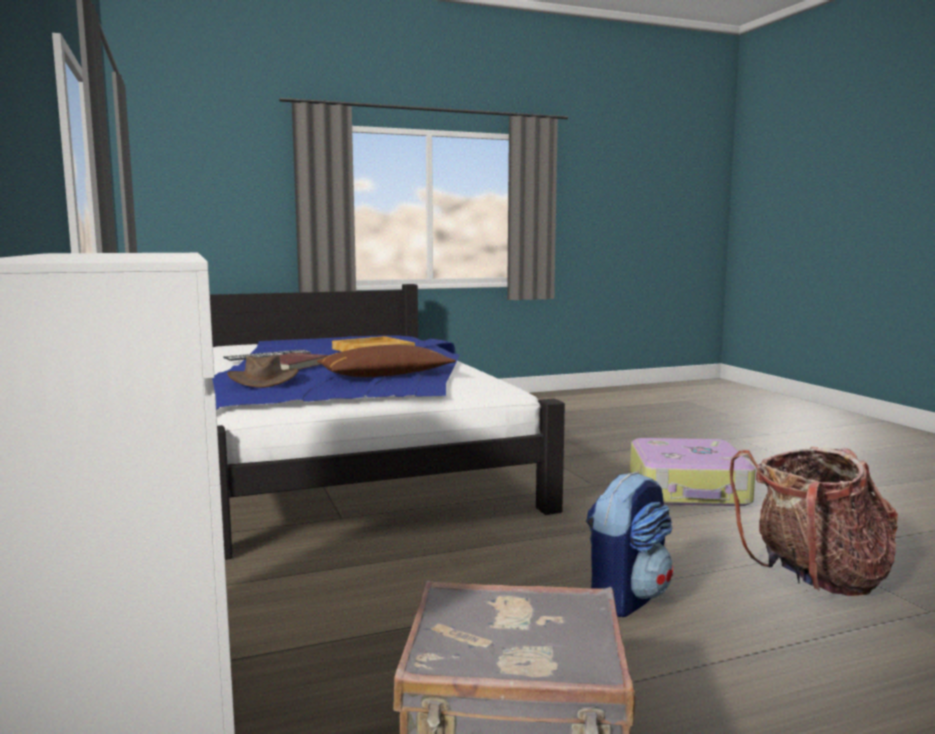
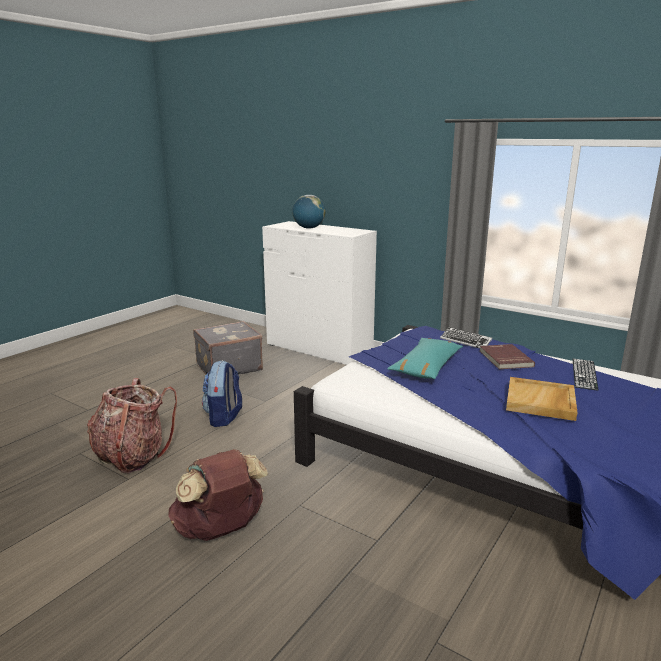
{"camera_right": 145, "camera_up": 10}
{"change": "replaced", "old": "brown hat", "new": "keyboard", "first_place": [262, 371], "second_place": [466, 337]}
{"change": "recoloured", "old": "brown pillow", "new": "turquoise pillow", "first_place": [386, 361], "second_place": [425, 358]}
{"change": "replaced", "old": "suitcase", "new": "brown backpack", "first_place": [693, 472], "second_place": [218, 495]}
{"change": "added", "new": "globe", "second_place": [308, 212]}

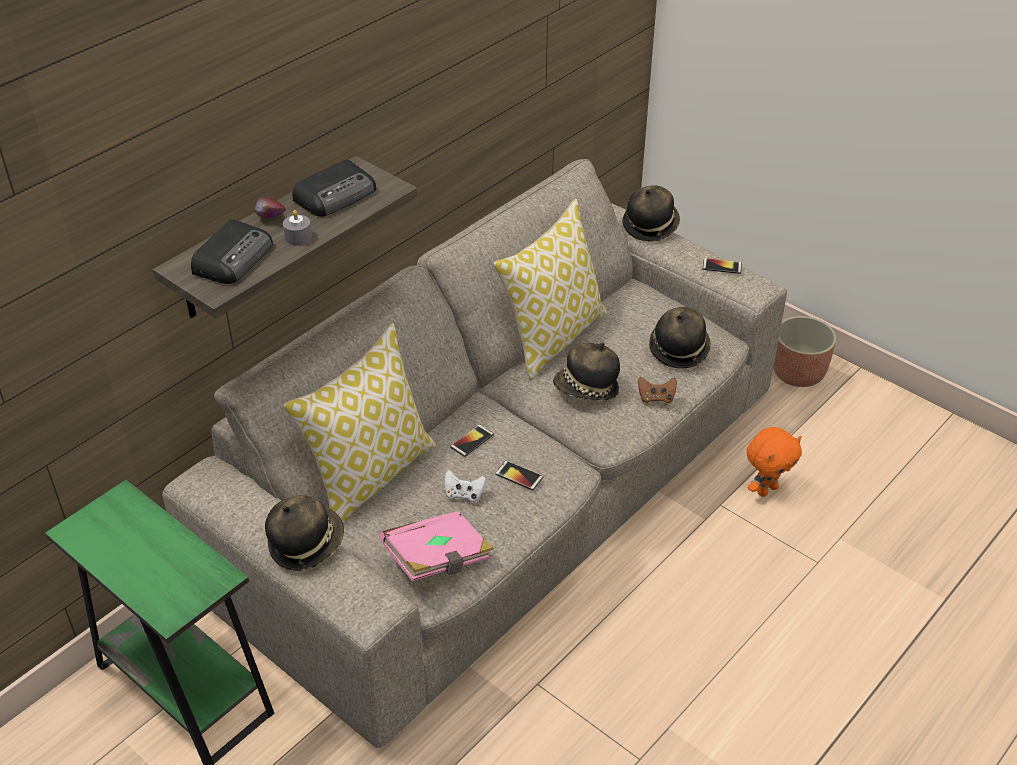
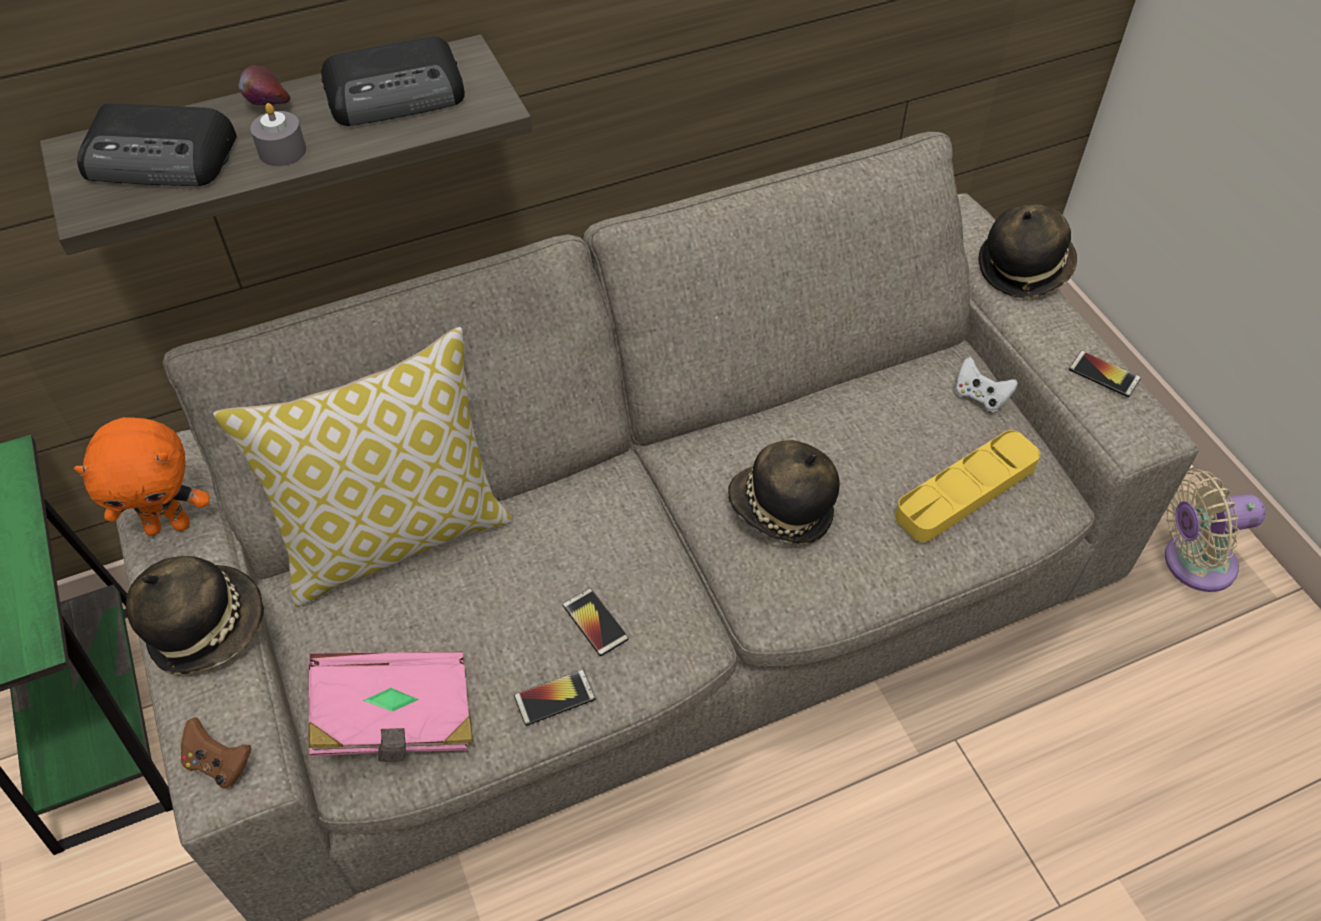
{"camera_right": 25, "camera_up": 10}
{"change": "turned", "old": "radio", "first_place": [232, 251], "second_place": [157, 144], "degrees": 45}
{"change": "moved", "old": "white game controller", "first_place": [465, 486], "second_place": [986, 384]}
{"change": "moved", "old": "phone", "first_place": [472, 440], "second_place": [554, 697]}
{"change": "removed", "old": "pillow", "first_place": [550, 289]}
{"change": "moved", "old": "brown game controller", "first_place": [657, 390], "second_place": [216, 753]}
{"change": "replaced", "old": "hat", "new": "yellow tray", "first_place": [680, 338], "second_place": [967, 486]}
{"change": "moved", "old": "orange plush toy", "first_place": [774, 462], "second_place": [142, 476]}
{"change": "replaced", "old": "planter", "new": "beige fan", "first_place": [804, 351], "second_place": [1215, 530]}

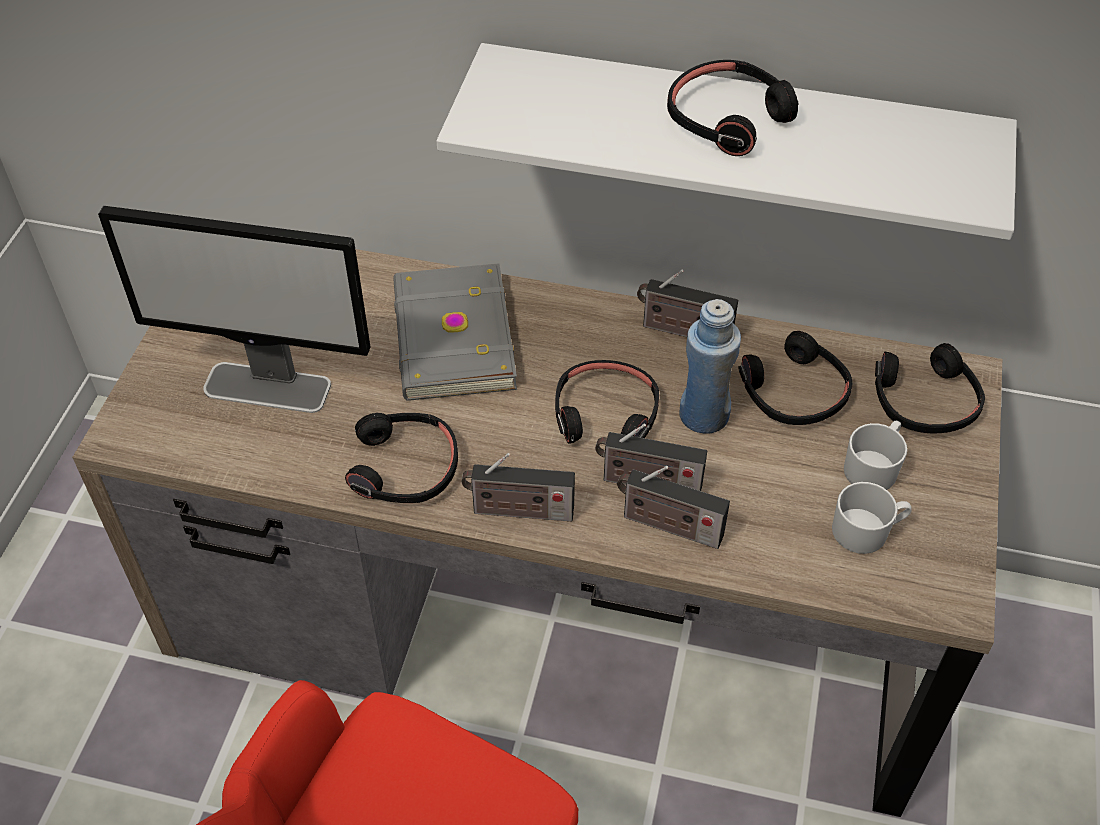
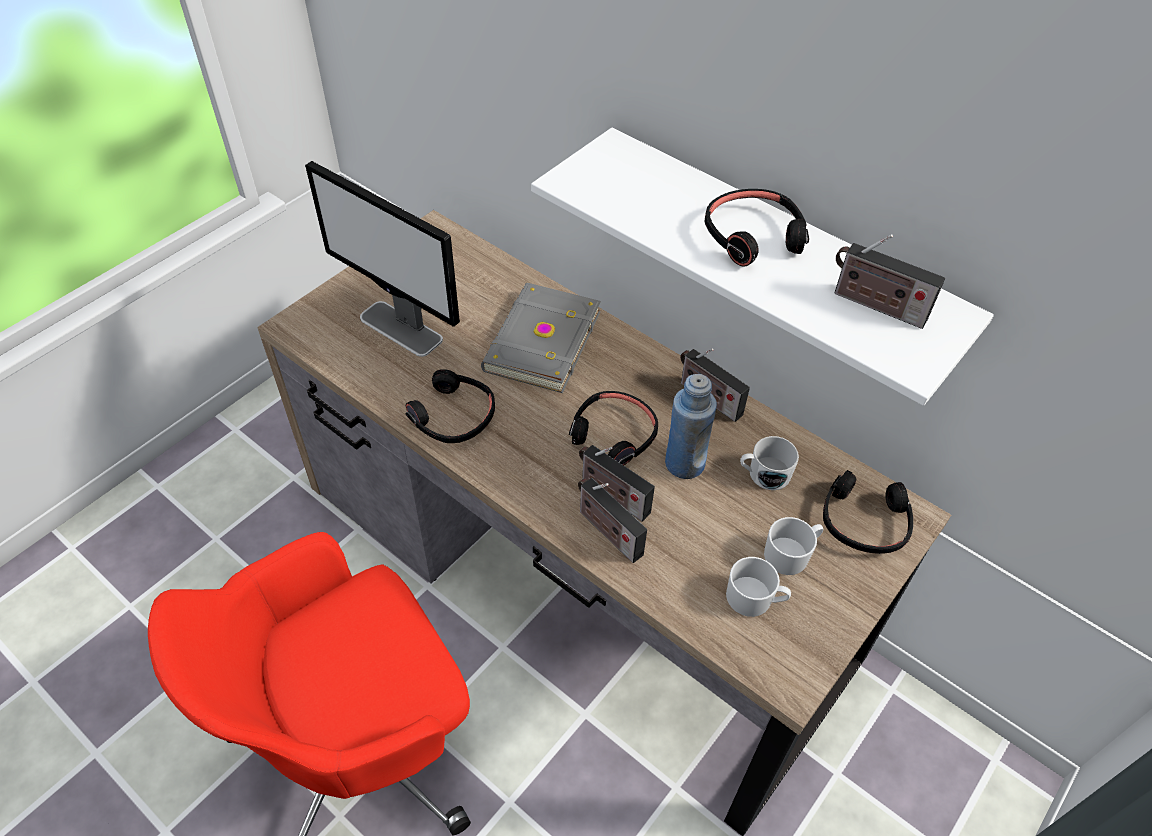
{"camera_right": 25, "camera_up": 0}
{"change": "moved", "old": "radio", "first_place": [518, 487], "second_place": [890, 281]}
{"change": "replaced", "old": "black headphones", "new": "white mug", "first_place": [796, 378], "second_place": [769, 463]}

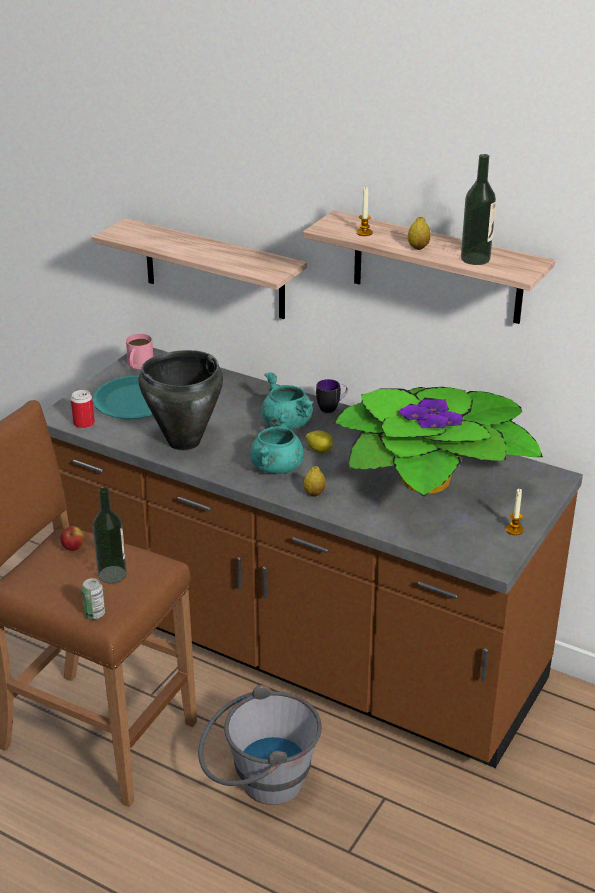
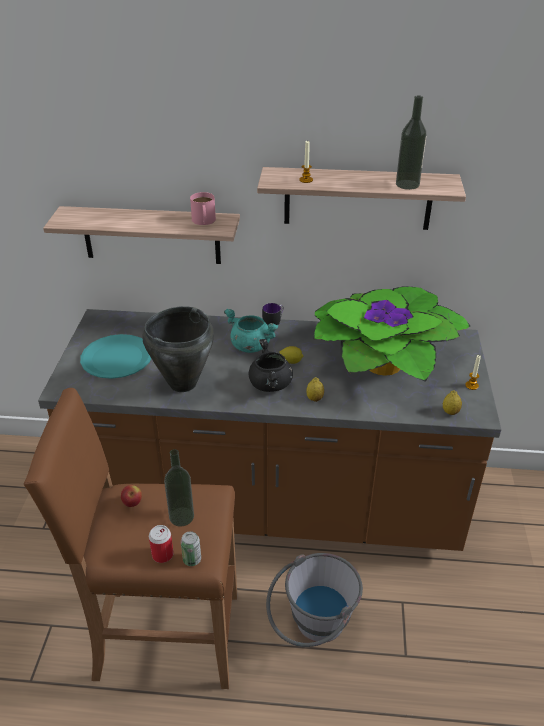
{"camera_right": -25, "camera_up": 5}
{"change": "moved", "old": "can", "first_place": [83, 409], "second_place": [161, 544]}
{"change": "moved", "old": "pink mug", "first_place": [139, 351], "second_place": [203, 208]}
{"change": "recoloured", "old": "turquoise cooking pot", "new": "black cooking pot", "first_place": [277, 442], "second_place": [271, 365]}
{"change": "moved", "old": "lemon", "first_place": [419, 233], "second_place": [452, 402]}

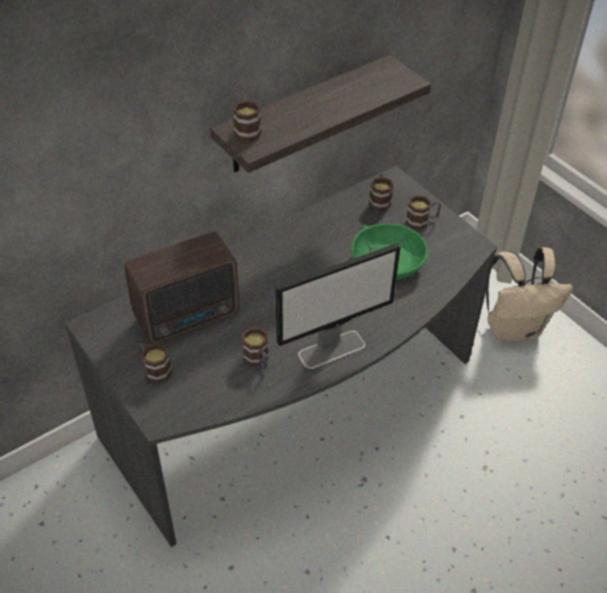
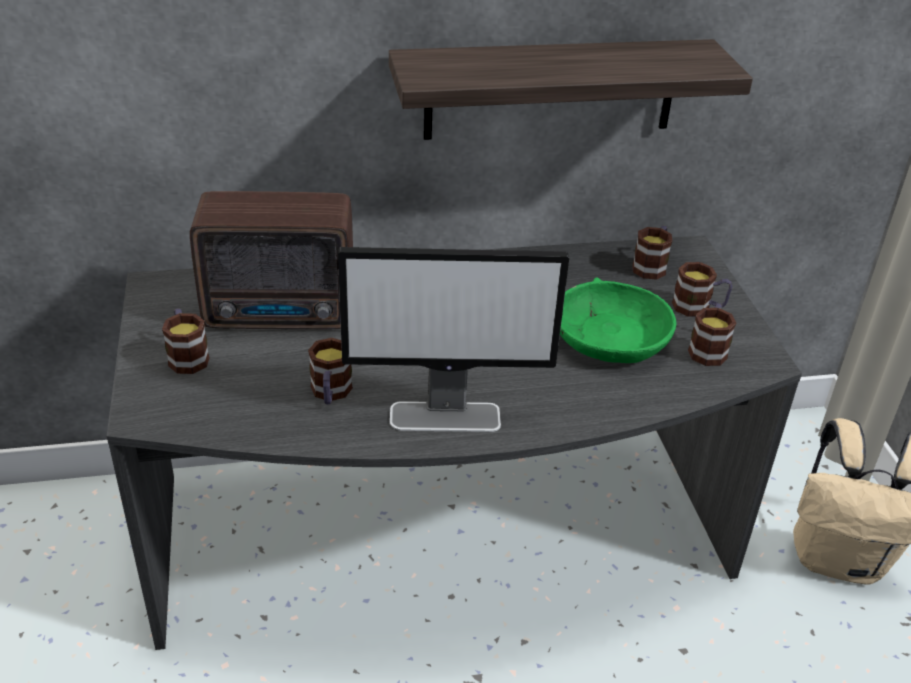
{"camera_right": 25, "camera_up": -10}
{"change": "moved", "old": "mug", "first_place": [247, 119], "second_place": [712, 334]}

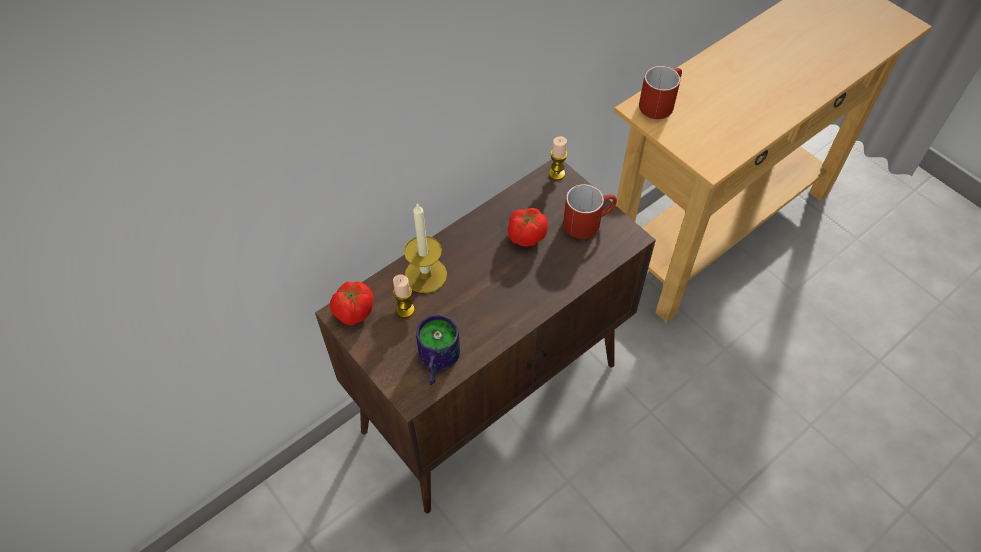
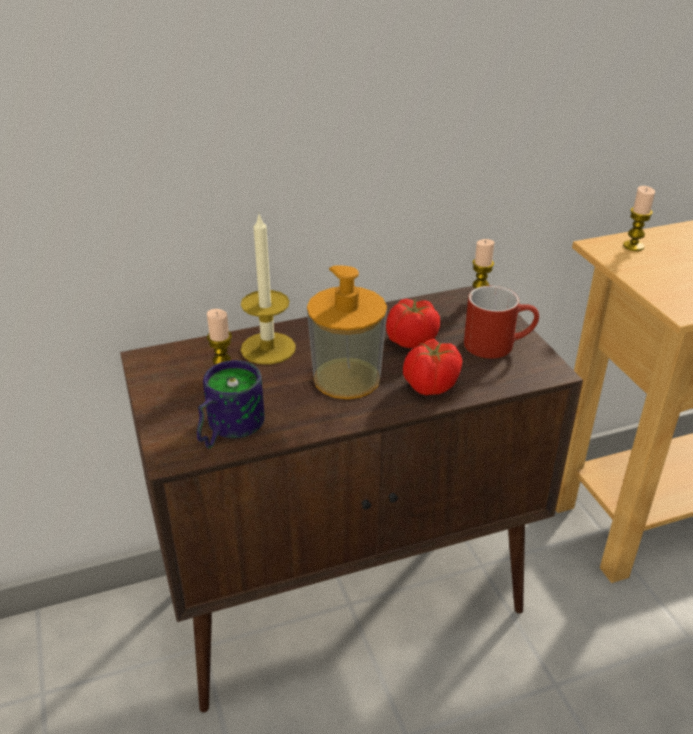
{"camera_right": 20, "camera_up": -20}
{"change": "moved", "old": "tomato", "first_place": [351, 303], "second_place": [432, 367]}
{"change": "replaced", "old": "red mug", "new": "candle", "first_place": [660, 92], "second_place": [639, 218]}
{"change": "added", "new": "soap dispenser", "second_place": [347, 332]}

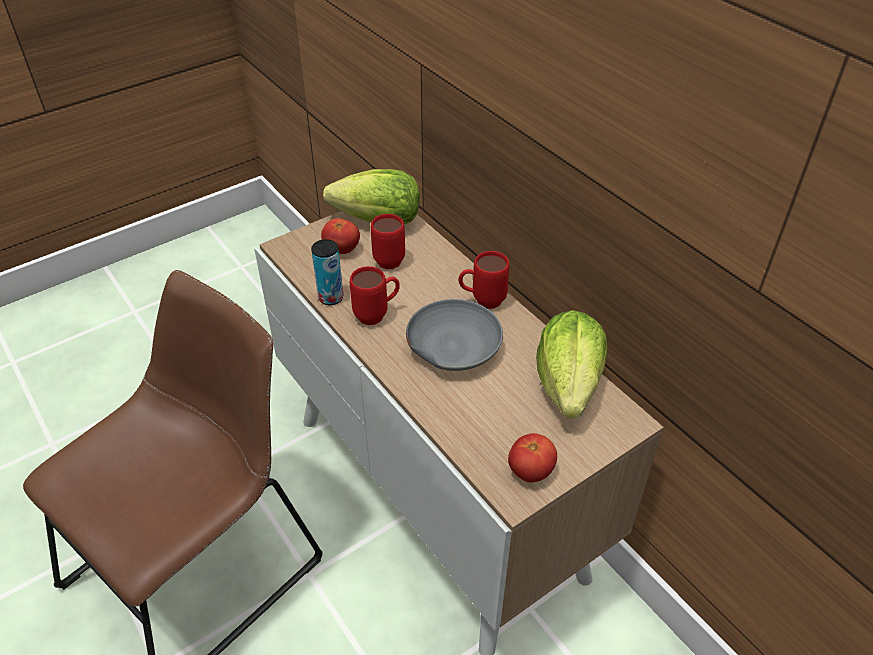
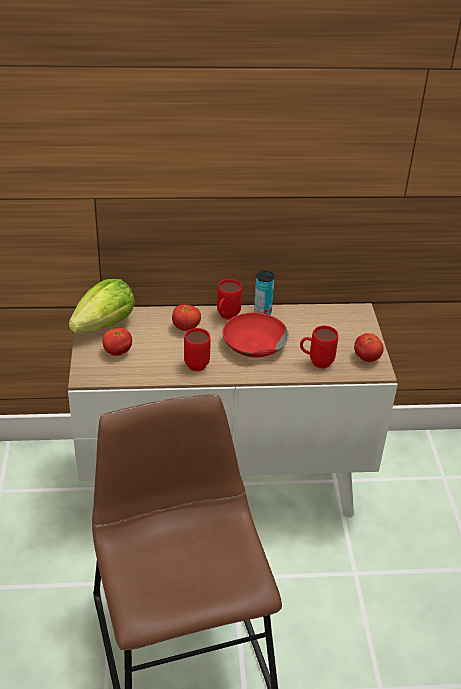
{"camera_right": -60, "camera_up": -5}
{"change": "moved", "old": "can", "first_place": [327, 272], "second_place": [264, 293]}
{"change": "moved", "old": "red mug", "first_place": [388, 241], "second_place": [319, 347]}
{"change": "recoloured", "old": "grey bowl", "new": "red bowl", "first_place": [454, 335], "second_place": [255, 334]}
{"change": "removed", "old": "lettuce", "first_place": [571, 364]}
{"change": "added", "new": "tomato", "second_place": [186, 317]}

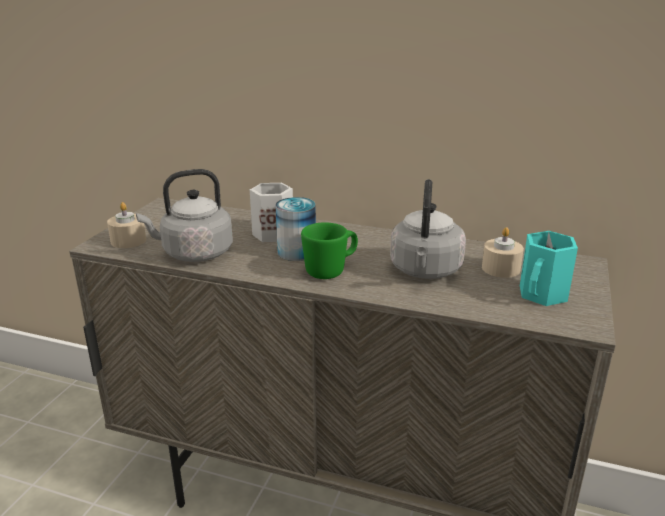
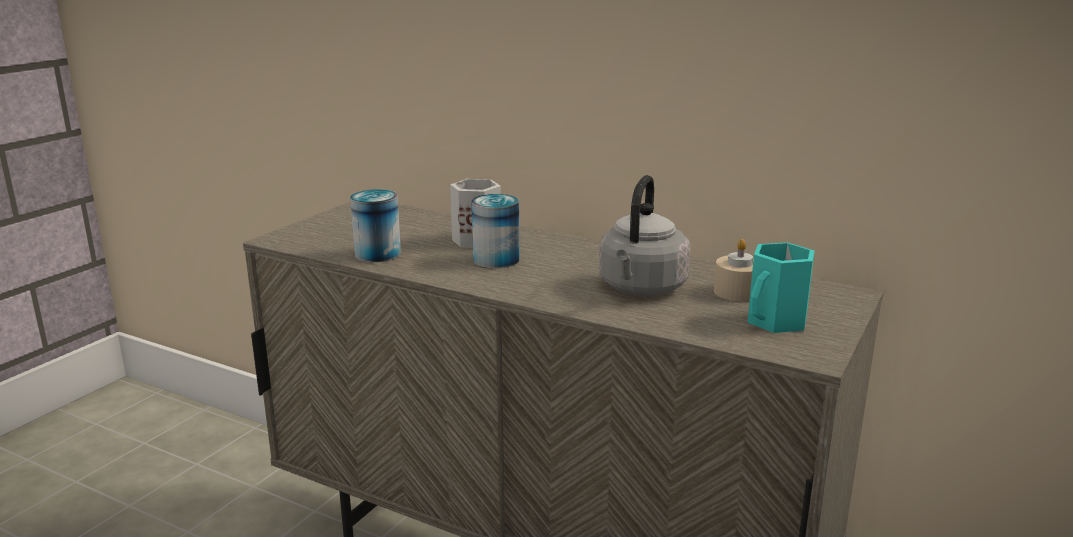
{"camera_right": 10, "camera_up": -5}
{"change": "removed", "old": "beige candle", "first_place": [126, 225]}
{"change": "replaced", "old": "grey kettle", "new": "can", "first_place": [184, 215], "second_place": [375, 225]}
{"change": "removed", "old": "green mug", "first_place": [329, 250]}

